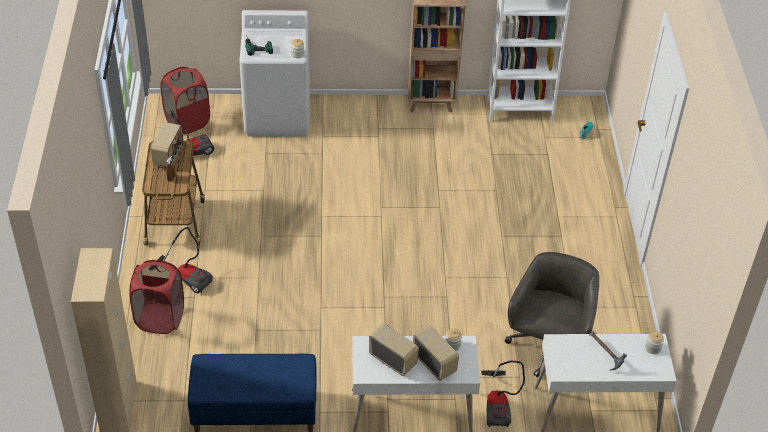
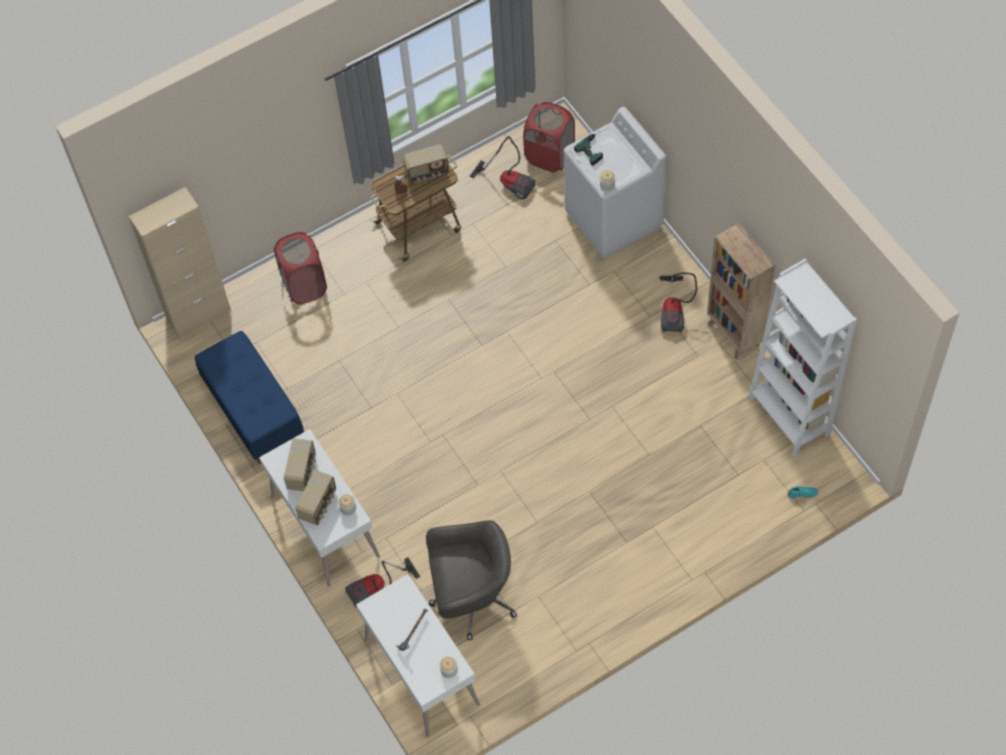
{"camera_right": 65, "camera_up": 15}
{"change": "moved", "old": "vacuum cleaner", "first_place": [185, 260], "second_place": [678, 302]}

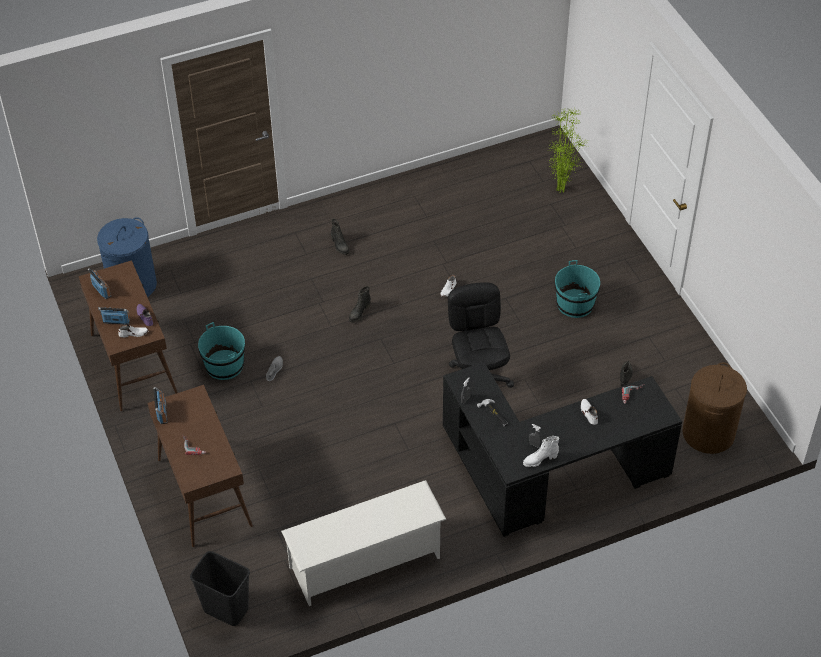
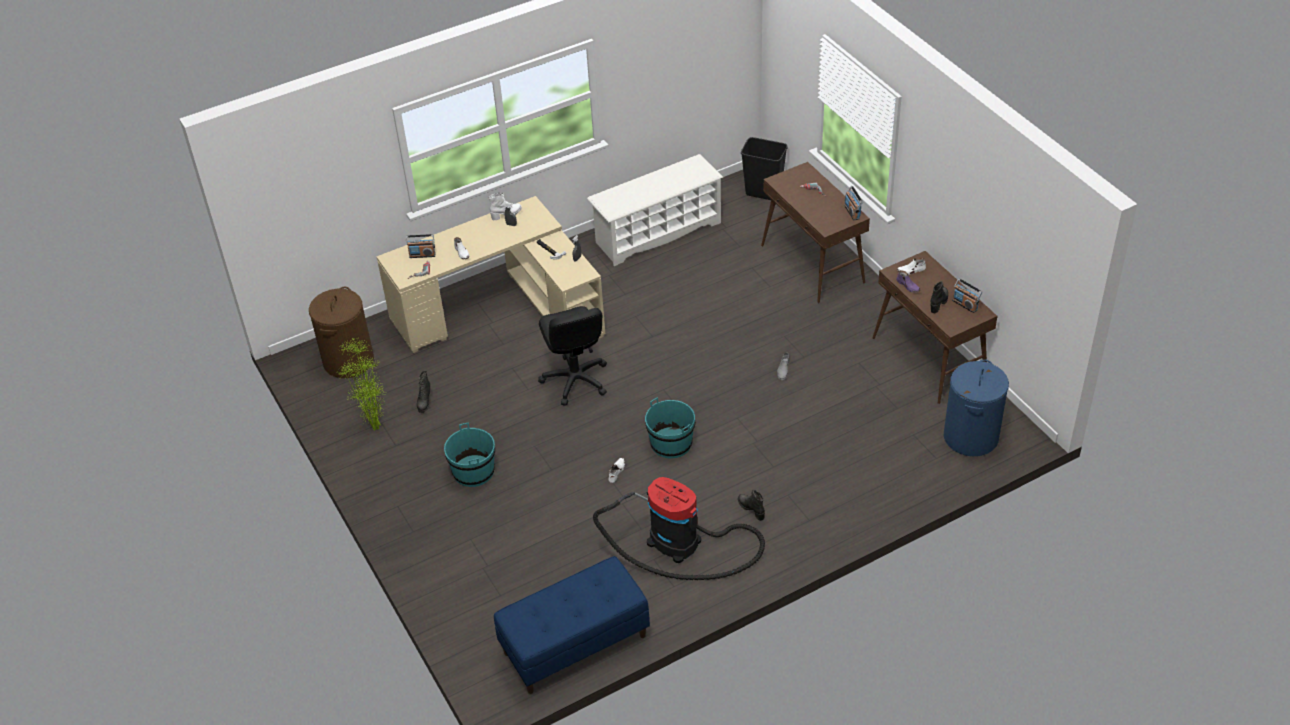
{"camera_right": 175, "camera_up": -5}
{"change": "moved", "old": "radio", "first_place": [114, 316], "second_place": [420, 246]}
{"change": "moved", "old": "turquoise bucket", "first_place": [221, 351], "second_place": [670, 427]}
{"change": "moved", "old": "black boot", "first_place": [360, 304], "second_place": [939, 297]}
{"change": "recoloured", "old": "black desk", "new": "beige desk", "first_place": [562, 449], "second_place": [490, 274]}
{"change": "moved", "old": "potted plant", "first_place": [567, 150], "second_place": [359, 384]}
{"change": "added", "new": "blue bench", "second_place": [572, 625]}
{"change": "added", "new": "vacuum cleaner", "second_place": [679, 528]}

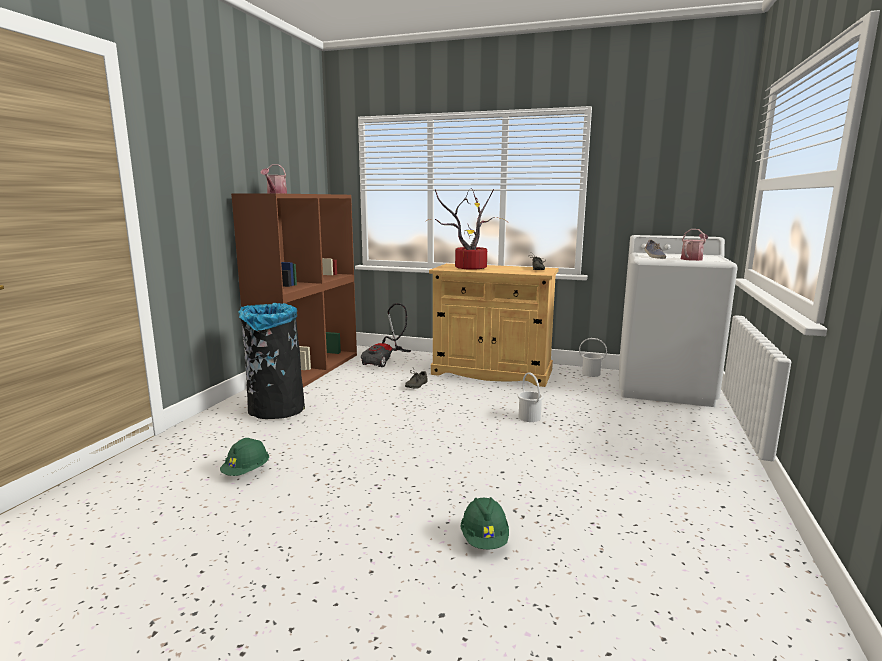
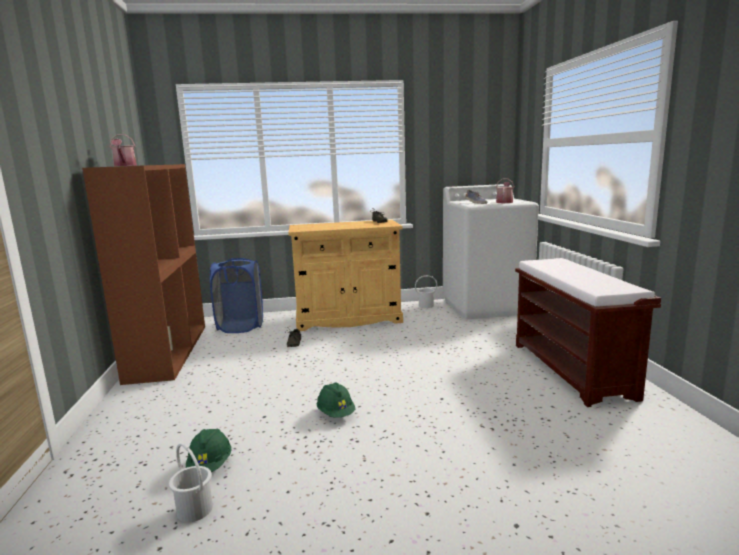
{"camera_right": -25, "camera_up": 0}
{"change": "removed", "old": "black trash can", "first_place": [271, 361]}
{"change": "replaced", "old": "vacuum cleaner", "new": "blue laundry basket", "first_place": [386, 335], "second_place": [236, 295]}
{"change": "removed", "old": "potted plant", "first_place": [465, 229]}
{"change": "moved", "old": "green hard hat", "first_place": [485, 523], "second_place": [336, 400]}
{"change": "moved", "old": "white bucket", "first_place": [531, 397], "second_place": [191, 482]}
{"change": "added", "new": "brown bench", "second_place": [588, 332]}

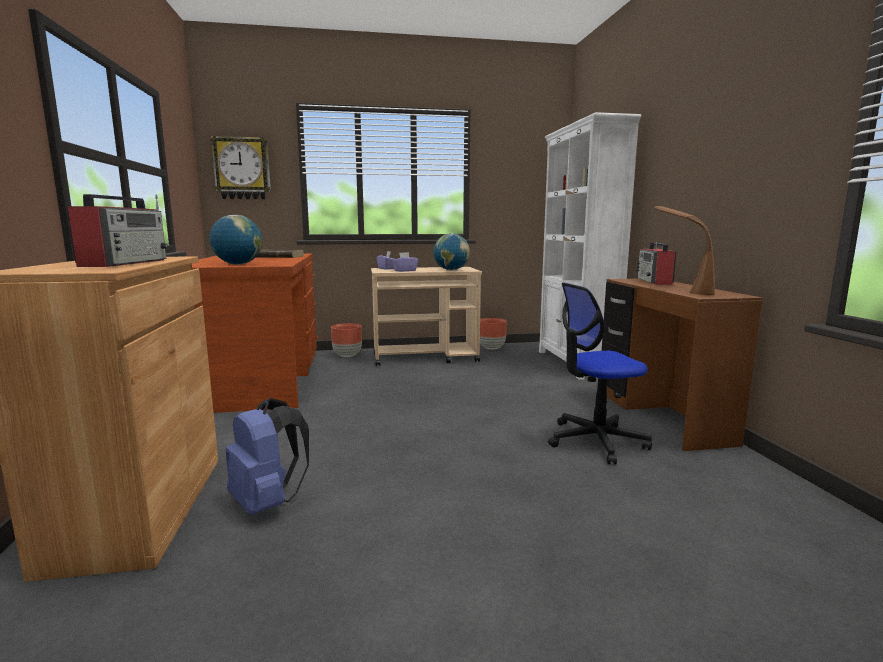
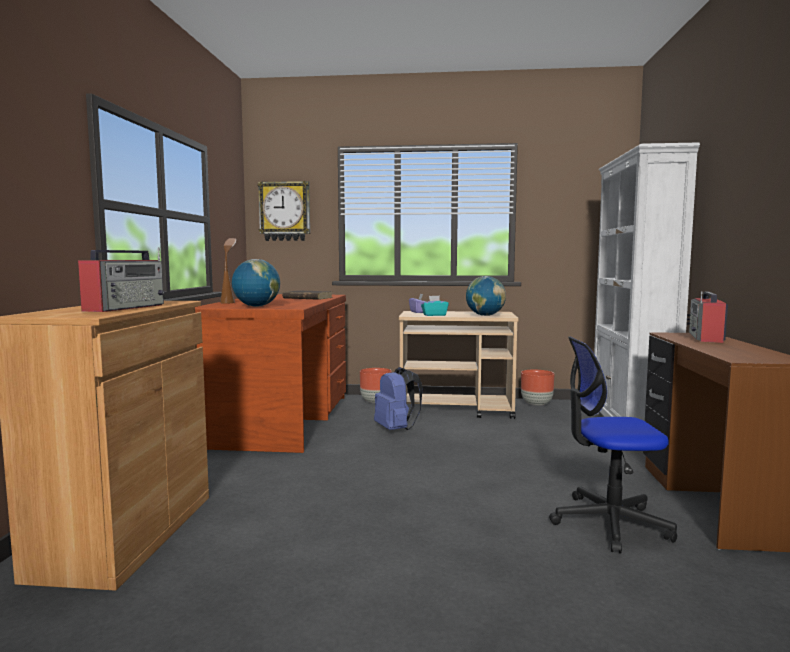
{"camera_right": 15, "camera_up": -5}
{"change": "moved", "old": "blue backpack", "first_place": [267, 456], "second_place": [398, 398]}
{"change": "recoloured", "old": "purple tissue box", "new": "turquoise tissue box", "first_place": [405, 262], "second_place": [435, 305]}
{"change": "moved", "old": "brown table lamp", "first_place": [684, 250], "second_place": [228, 271]}

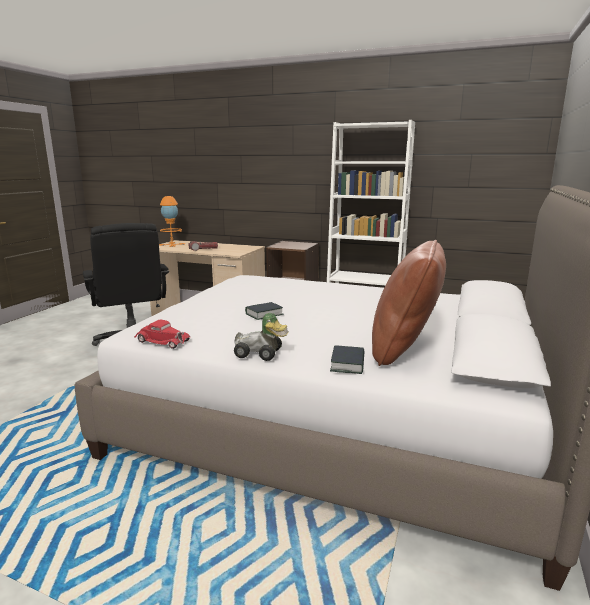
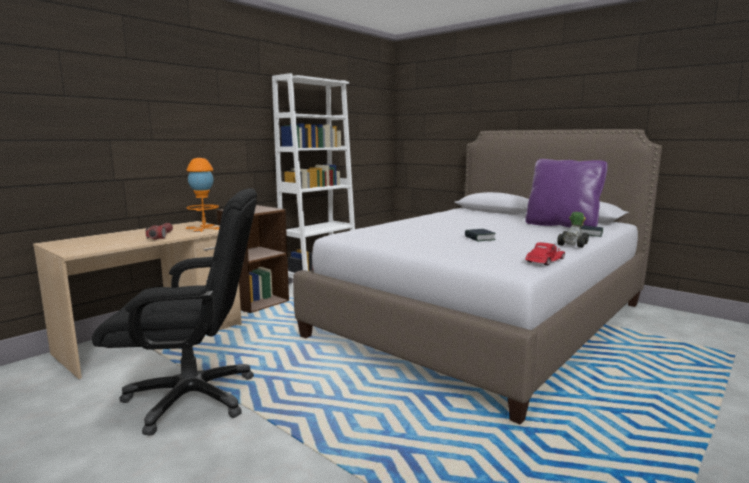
{"camera_right": -70, "camera_up": -5}
{"change": "moved", "old": "orange table lamp", "first_place": [172, 221], "second_place": [203, 195]}
{"change": "recoloured", "old": "brown pillow", "new": "purple pillow", "first_place": [409, 303], "second_place": [566, 193]}

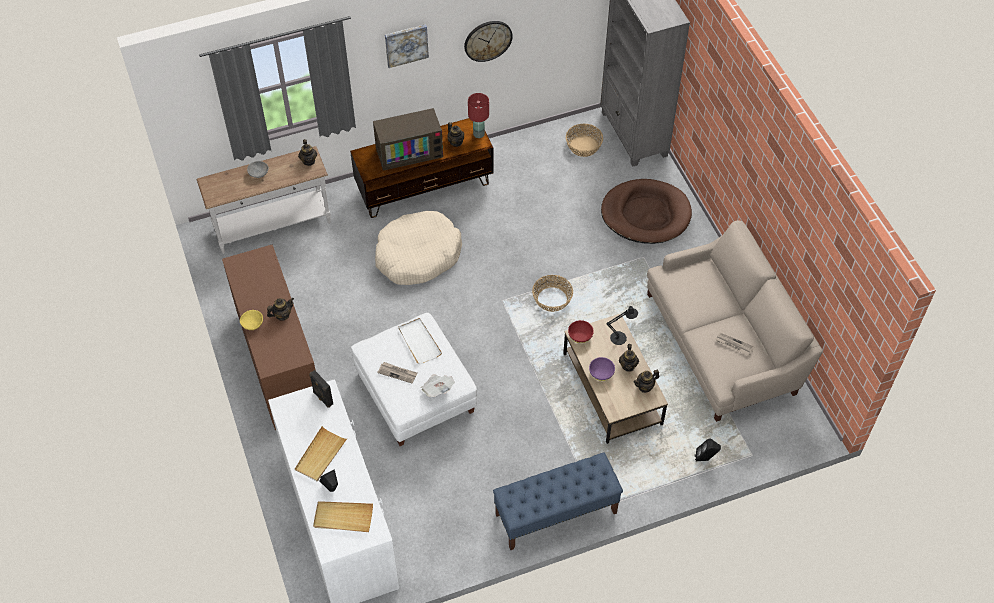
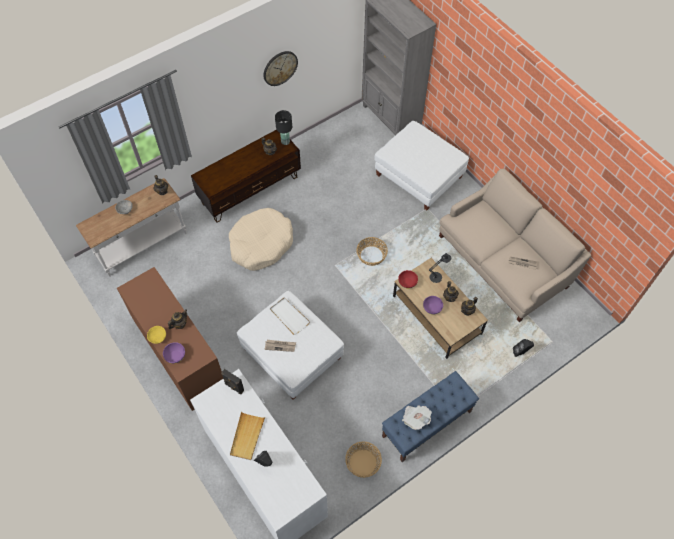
{"camera_right": -15, "camera_up": 5}
{"change": "removed", "old": "beige tray", "first_place": [343, 516]}
{"change": "removed", "old": "television", "first_place": [408, 139]}
{"change": "removed", "old": "picture", "first_place": [407, 46]}
{"change": "moved", "old": "newspaper", "first_place": [437, 385], "second_place": [417, 417]}
{"change": "recoloured", "old": "red table lamp", "new": "black table lamp", "first_place": [478, 115], "second_place": [283, 127]}
{"change": "moved", "old": "basket", "first_place": [584, 140], "second_place": [363, 459]}
{"change": "replaced", "old": "brown dog bed", "new": "white ottoman", "first_place": [646, 211], "second_place": [421, 165]}
{"change": "added", "new": "purple bowl", "second_place": [174, 353]}

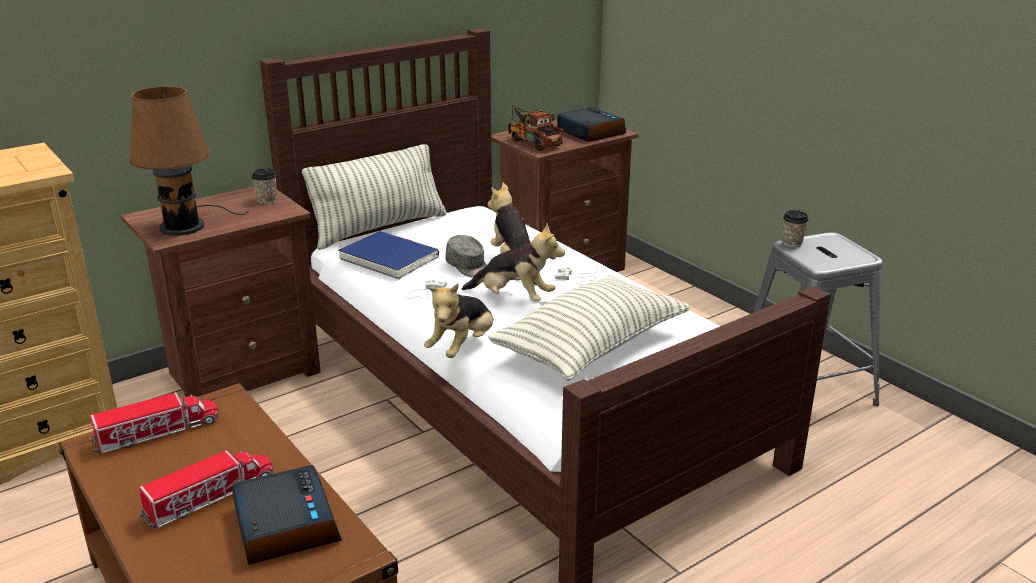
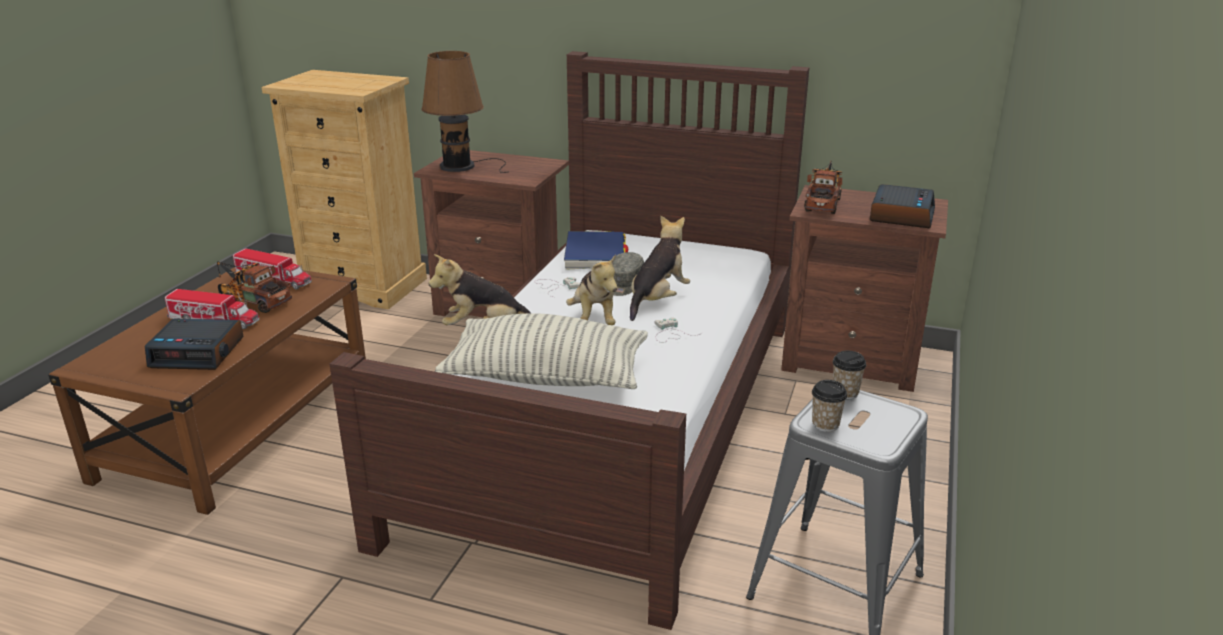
{"camera_right": 55, "camera_up": 0}
{"change": "turned", "old": "alarm clock", "first_place": [287, 515], "second_place": [194, 344], "degrees": 60}
{"change": "moved", "old": "cup", "first_place": [264, 186], "second_place": [829, 406]}
{"change": "removed", "old": "pillow", "first_place": [374, 197]}
{"change": "added", "new": "toy truck", "second_place": [254, 287]}

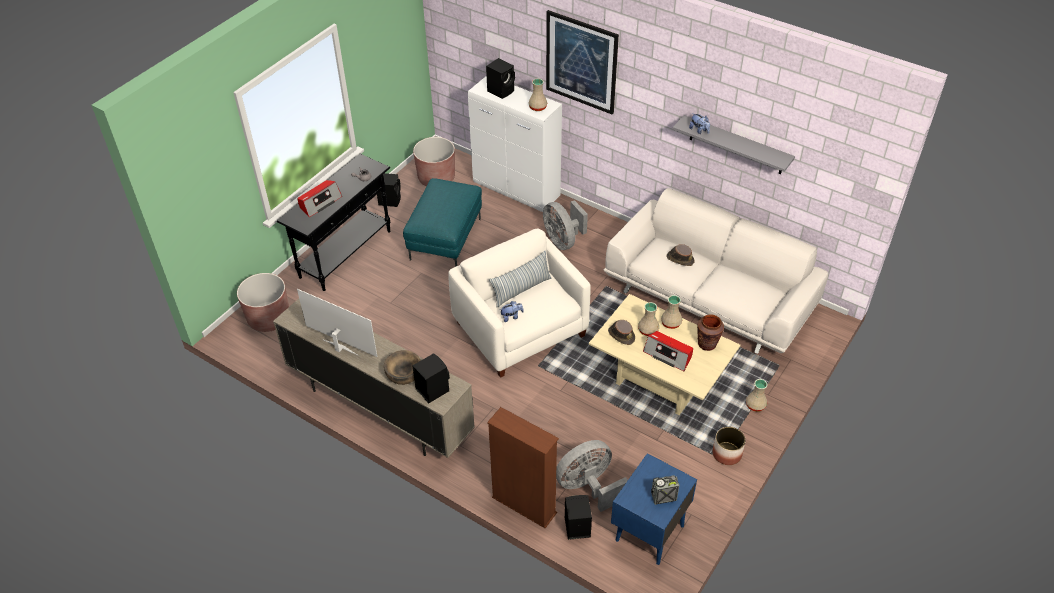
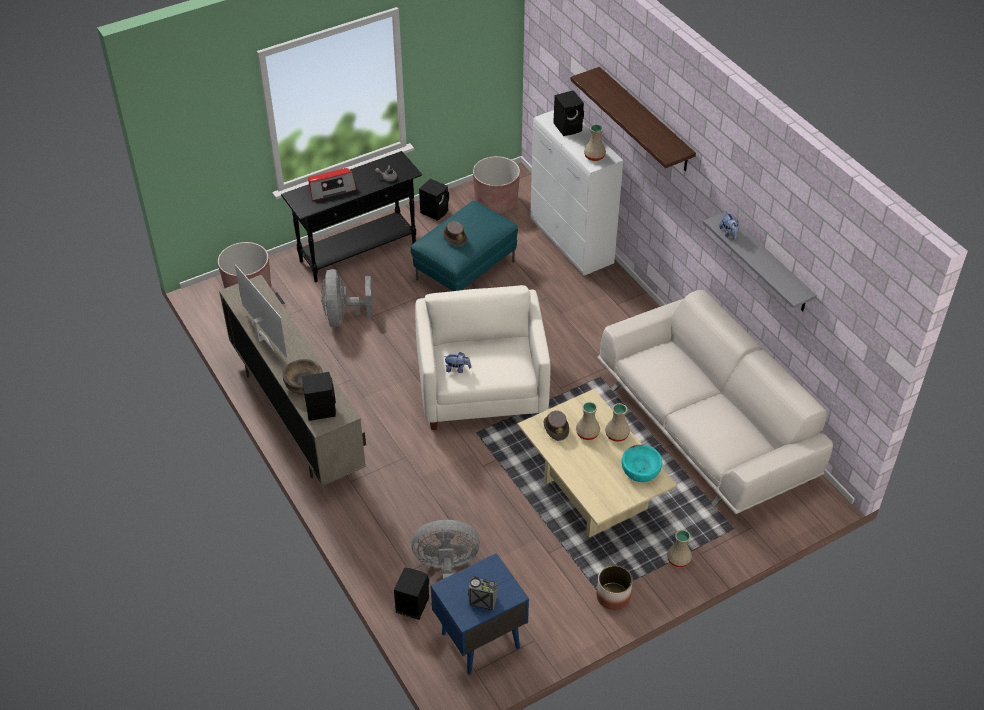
{"camera_right": 25, "camera_up": 0}
{"change": "removed", "old": "brown bookcase", "first_place": [523, 467]}
{"change": "removed", "old": "pillow", "first_place": [520, 279]}
{"change": "moved", "old": "grey fan", "first_place": [565, 225], "second_place": [347, 298]}
{"change": "replaced", "old": "picture", "new": "shelf", "first_place": [582, 62], "second_place": [633, 119]}
{"change": "removed", "old": "radio", "first_place": [668, 351]}
{"change": "moved", "old": "brown hat", "first_place": [680, 255], "second_place": [454, 234]}
{"change": "replaced", "old": "brown vase", "new": "turquoise bowl", "first_place": [710, 332], "second_place": [642, 463]}

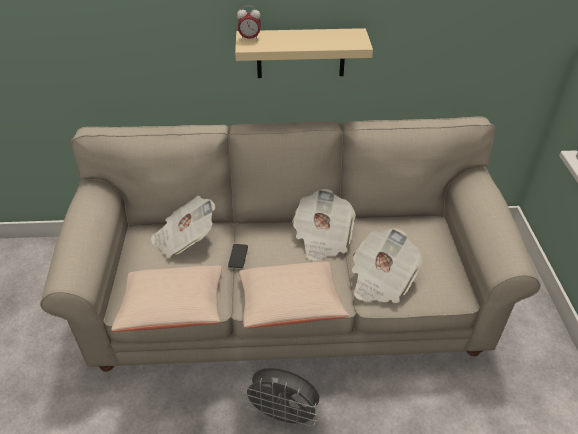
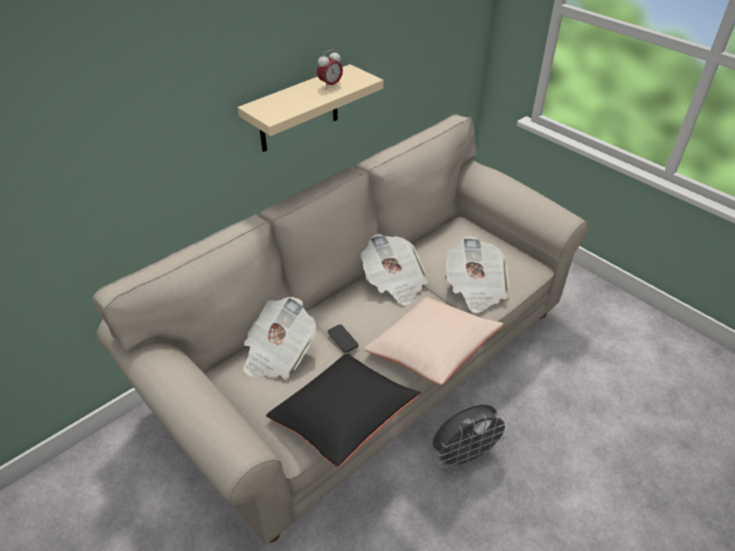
{"camera_right": -40, "camera_up": 0}
{"change": "recoloured", "old": "beige pillow", "new": "black pillow", "first_place": [166, 299], "second_place": [343, 410]}
{"change": "moved", "old": "alarm clock", "first_place": [249, 23], "second_place": [330, 69]}

